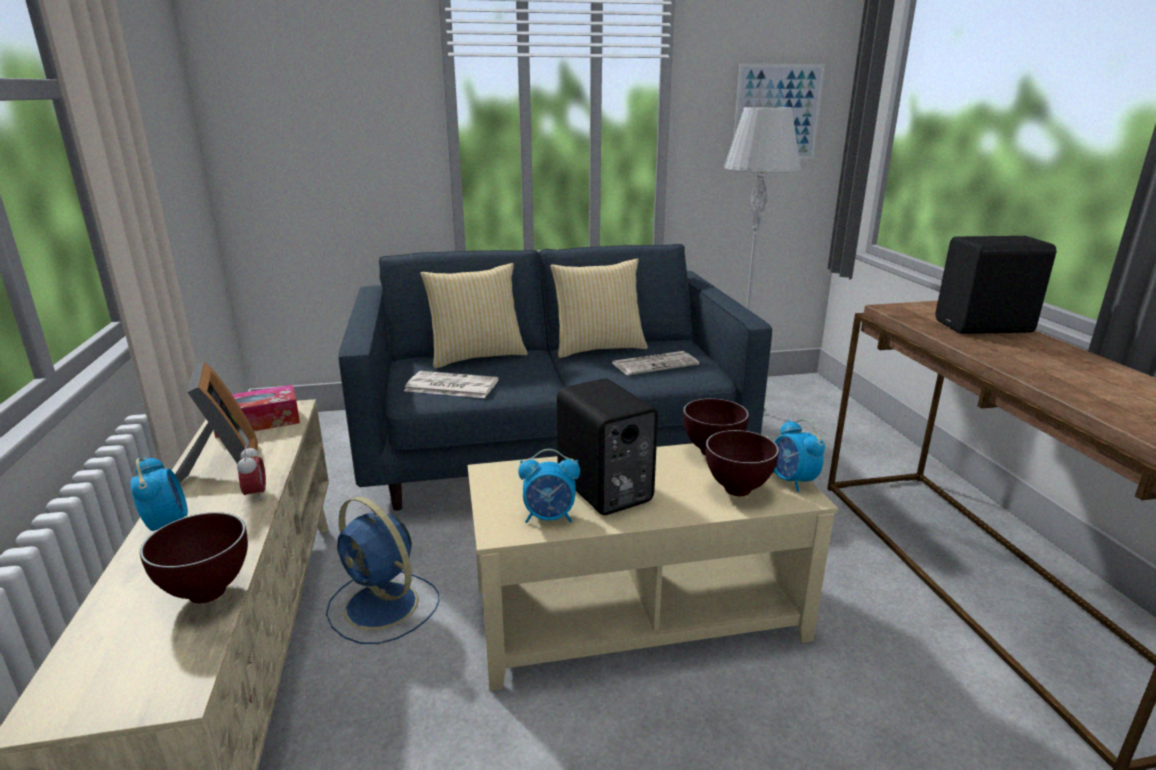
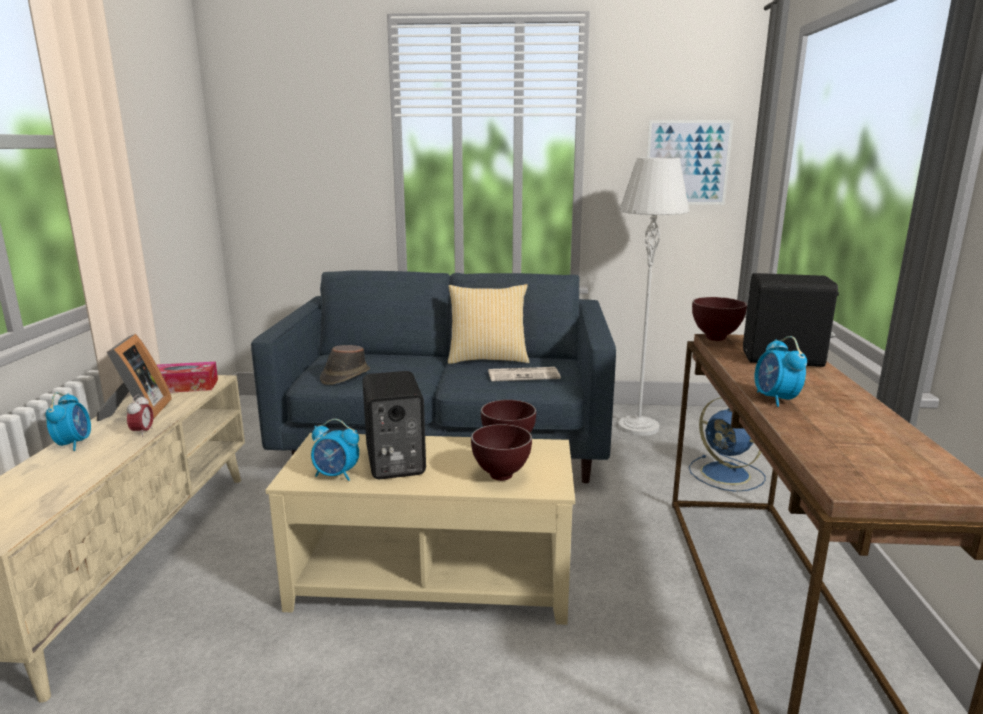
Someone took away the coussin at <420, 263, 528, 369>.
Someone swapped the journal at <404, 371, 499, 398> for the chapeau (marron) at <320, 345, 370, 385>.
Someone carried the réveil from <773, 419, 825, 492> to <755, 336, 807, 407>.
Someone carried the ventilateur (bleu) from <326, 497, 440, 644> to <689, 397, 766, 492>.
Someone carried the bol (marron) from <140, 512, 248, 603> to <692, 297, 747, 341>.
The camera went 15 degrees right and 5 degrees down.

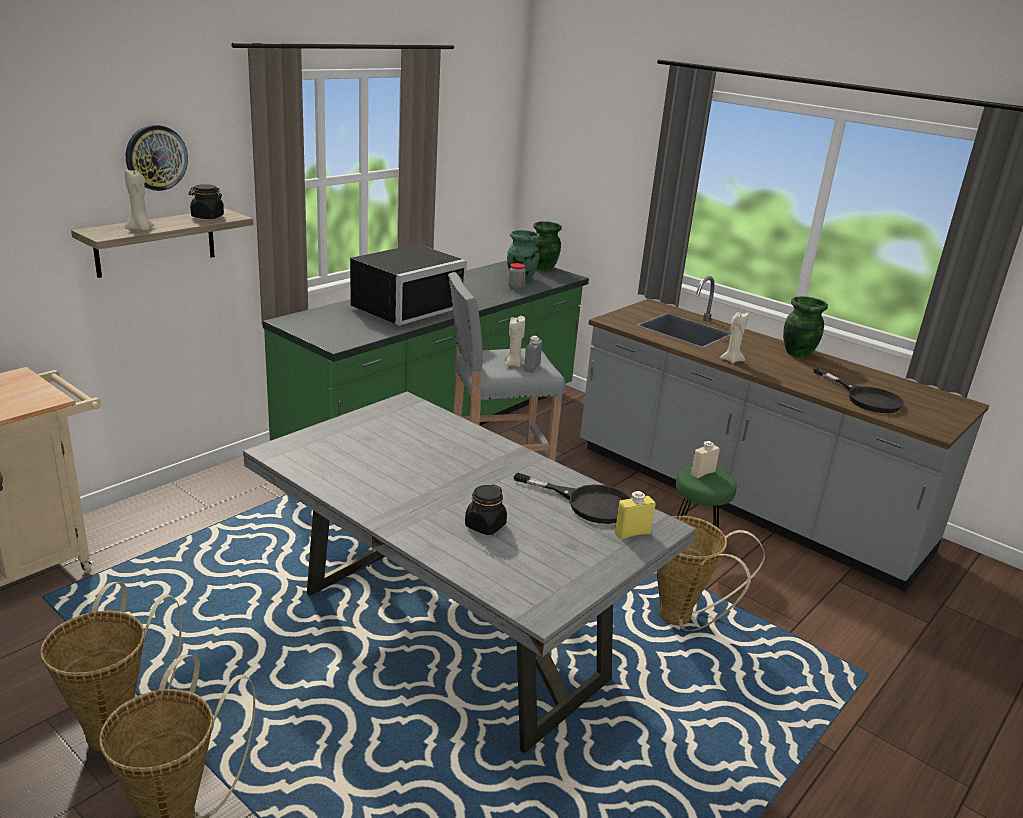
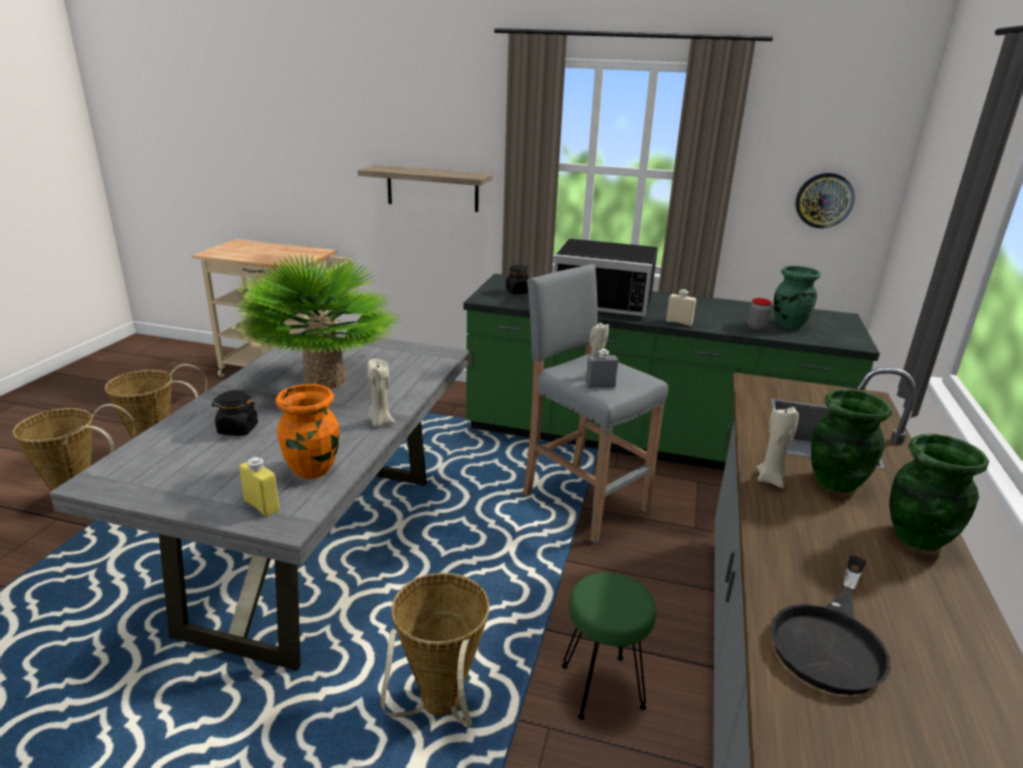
Someone carried the horloge murale from <126, 125, 188, 191> to <795, 173, 855, 228>.
Someone carried the bougie (beige) from <125, 170, 154, 231> to <367, 359, 395, 427>.
Someone carried the bocal (noir) from <189, 184, 224, 219> to <506, 265, 529, 294>.
Someone carried the vase (vert) from <533, 221, 562, 271> to <811, 389, 892, 493>.
Someone carried the bouteille (beige) from <691, 441, 720, 478> to <666, 289, 696, 326>.
Someone swapped the poêle (noir) at <514, 473, 632, 524> for the vase (orange) at <276, 384, 340, 479>.
Someone put down the plante en pot at <235, 252, 400, 389>.
The camera went 65 degrees right and 0 degrees up.

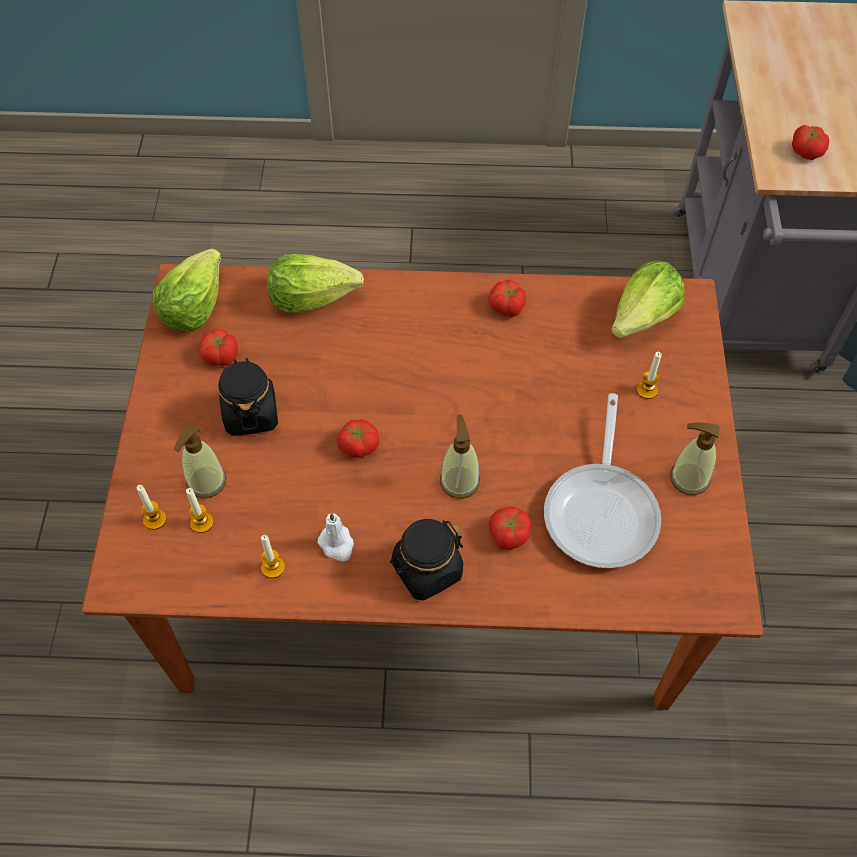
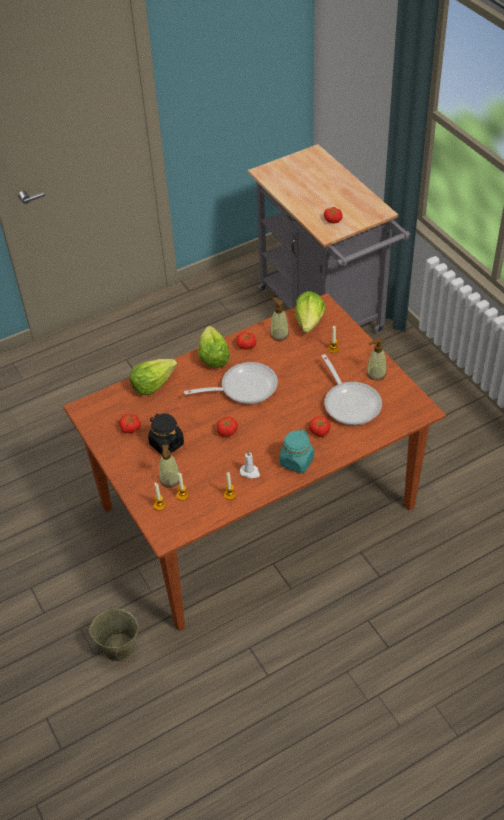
Someone carried the laitue from <152, 249, 221, 332> to <198, 326, 230, 368>.
Someone carried the distributeur de savon from <440, 414, 480, 499> to <270, 297, 289, 341>.
Someone repainted the bocal (noir) at <390, 519, 463, 601>, which became the bocal (turquoise) at <279, 429, 314, 473>.
Someone put down the poêle at <184, 362, 278, 404>.
Someone put down the seau (beige) at <89, 607, 139, 661>.
The camera went 30 degrees left and 10 degrees down.

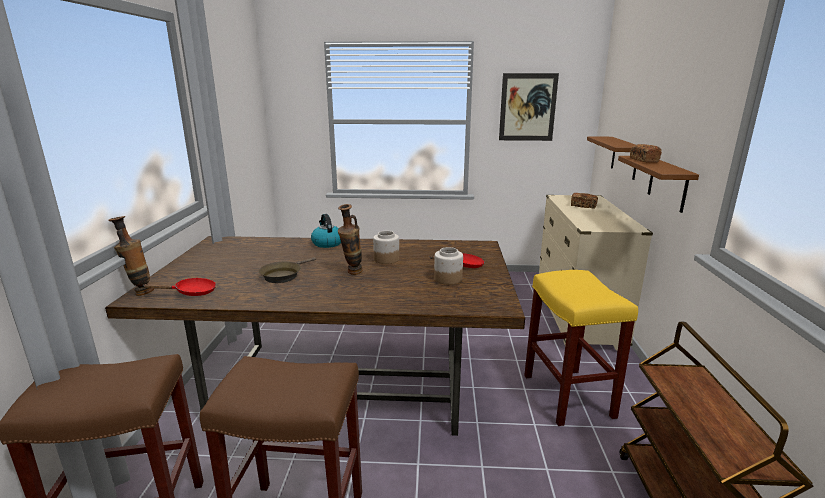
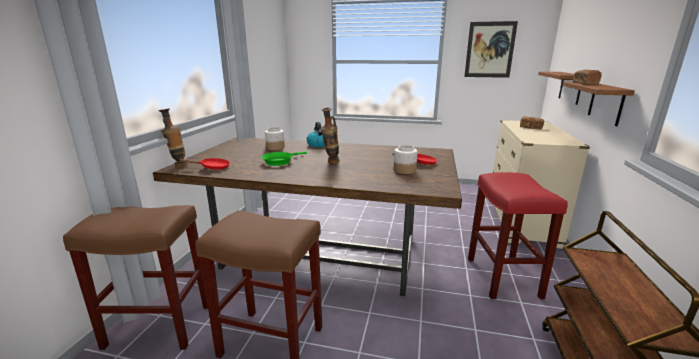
Someone carried the bocal from <373, 231, 399, 264> to <265, 127, 285, 150>.
Someone repainted the poêle (marron) at <258, 257, 316, 283>, which became the poêle (vert) at <262, 152, 307, 166>.
Someone repainted the tabouret (jaune) at <524, 270, 638, 426>, which became the tabouret (rouge) at <468, 172, 568, 299>.
The camera went 10 degrees right and 0 degrees up.

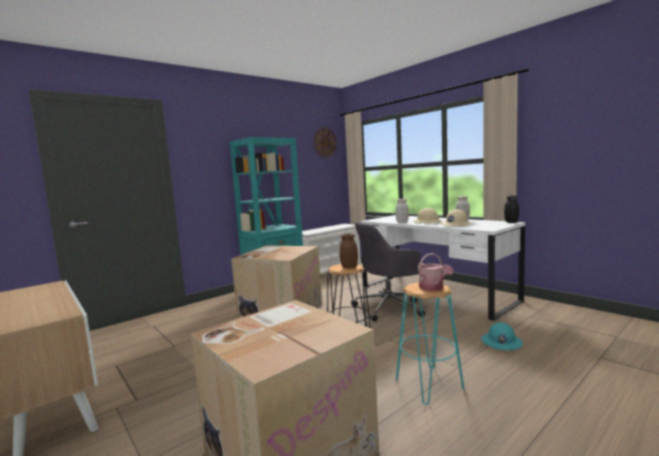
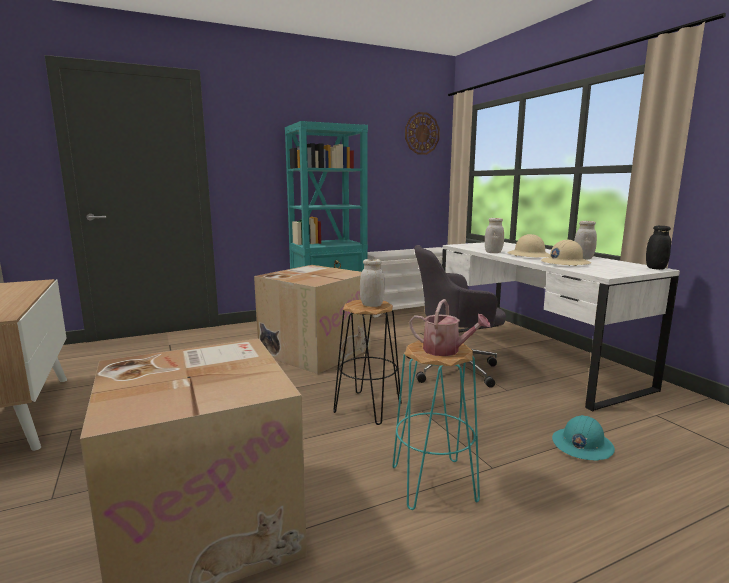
Someone repainted the bocal (marron) at <340, 234, 358, 268>, which became the bocal (blanc) at <360, 259, 385, 307>.
Someone rotated the arrosoir at <418, 253, 453, 291> by 60 degrees counterclockwise.
The camera went 15 degrees right and 5 degrees up.

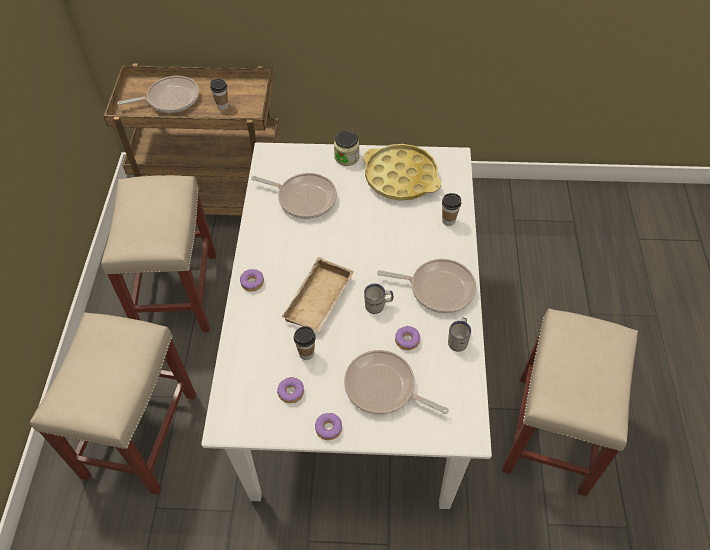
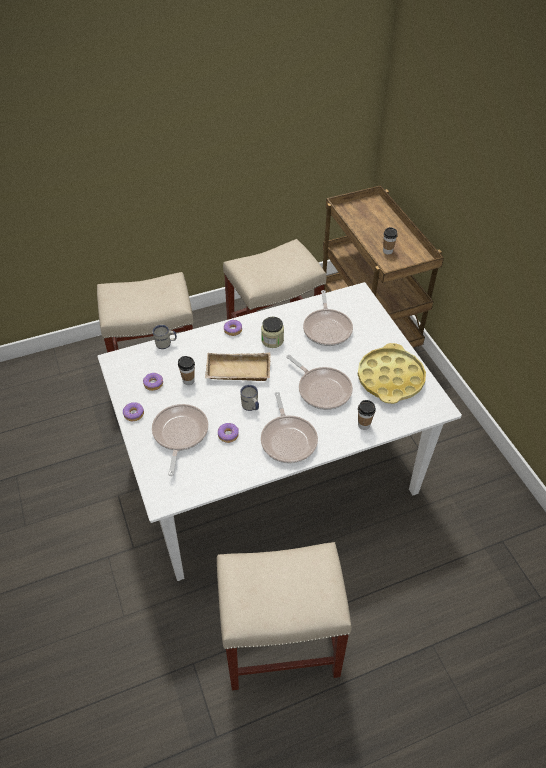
Someone carried the poêle from <117, 76, 199, 113> to <286, 355, 353, 410>.
Someone carried the bocal from <334, 131, 359, 166> to <261, 317, 284, 348>.
Someone carried the mug (blanc) from <448, 318, 471, 352> to <152, 325, 177, 349>.
The camera went 65 degrees right and 5 degrees down.

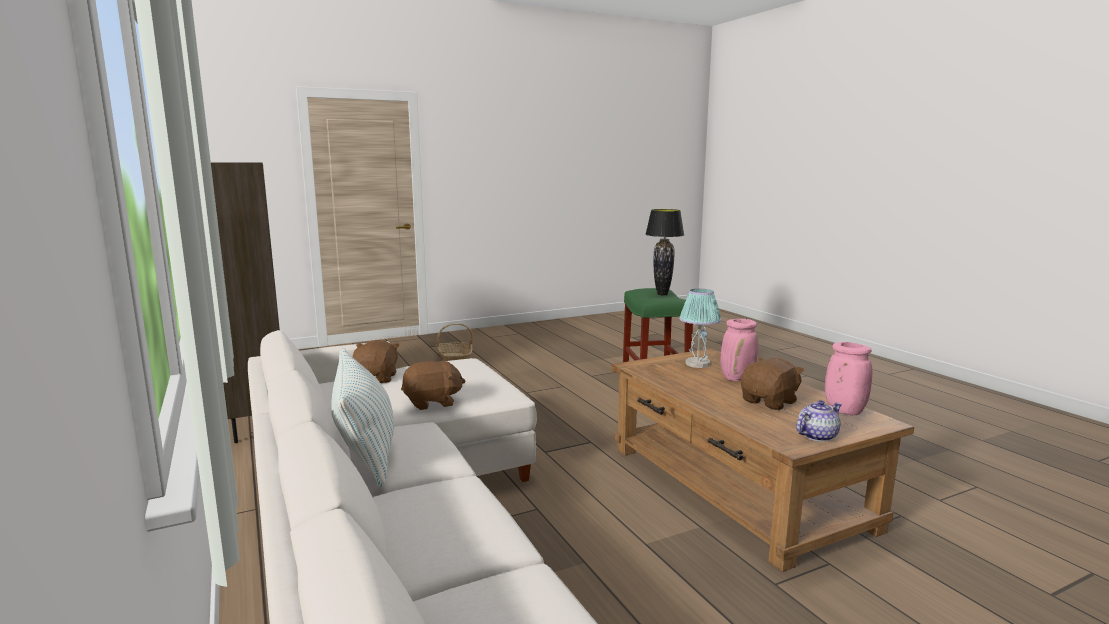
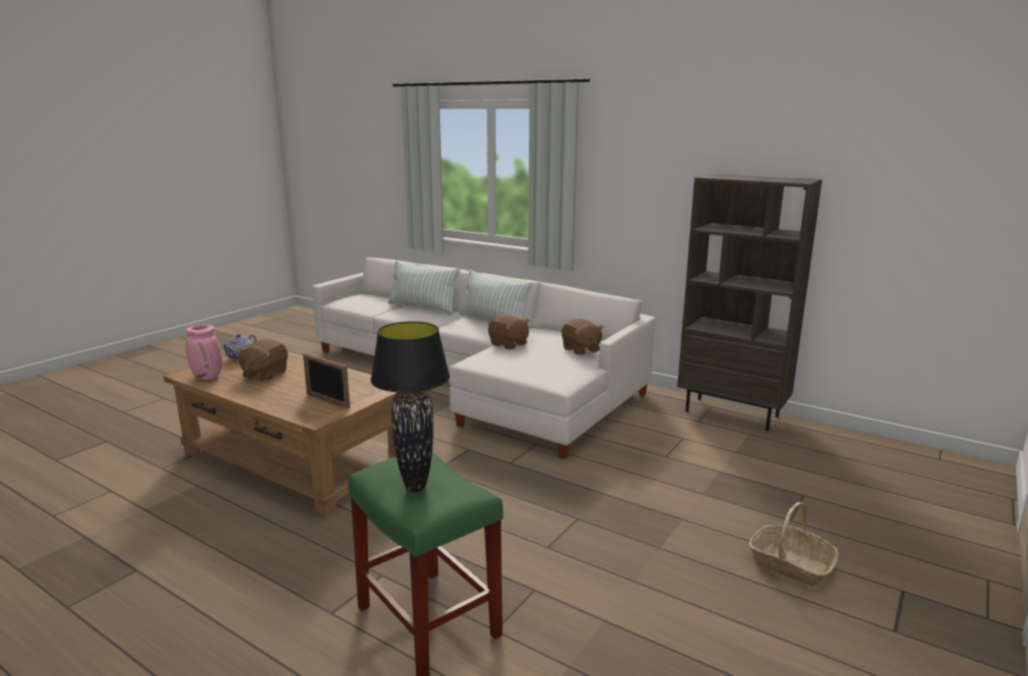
Someone swapped the lampe de table at <679, 289, 721, 368> for the cadre photo at <303, 353, 350, 409>.
Someone took away the vase (rose) at <720, 319, 758, 381>.
Someone rotated the peluche (marron) at <401, 360, 465, 410> by 90 degrees counterclockwise.
Someone put down the coussin at <388, 260, 460, 314>.
The camera went 150 degrees right and 5 degrees up.

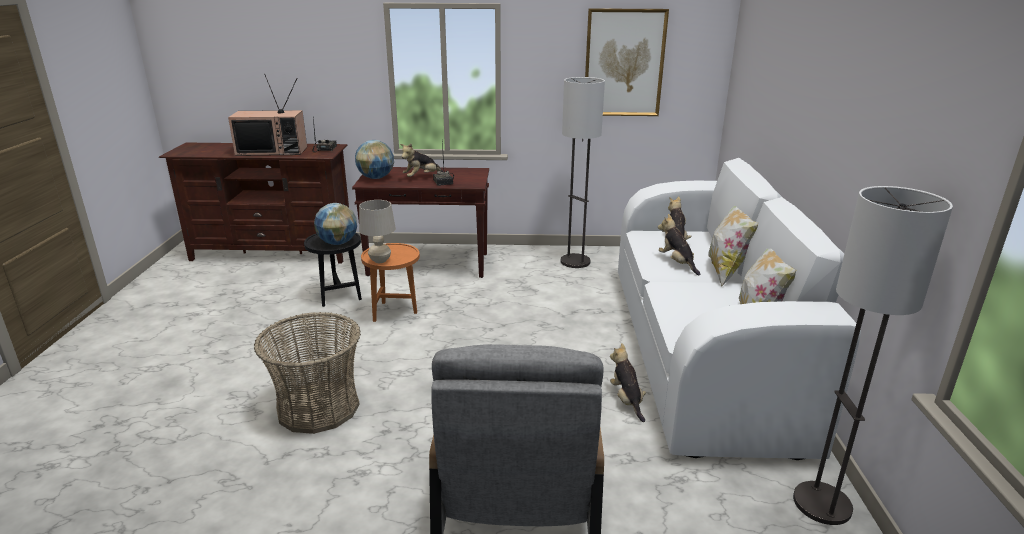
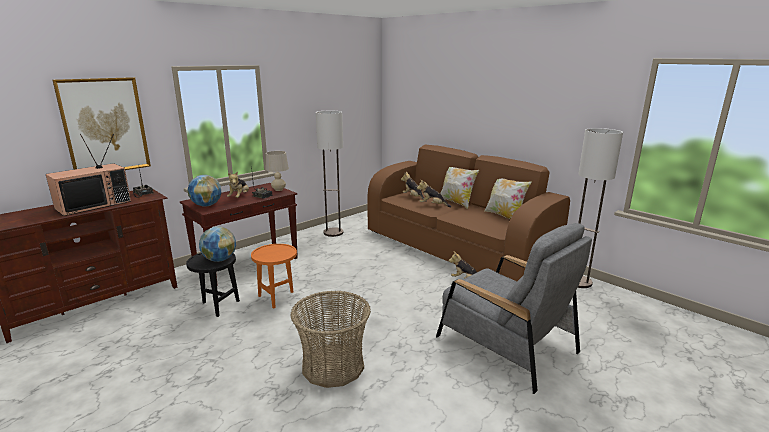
Someone carried the tableau from <585, 8, 669, 116> to <52, 77, 151, 170>.
Someone repainted the canapé (blanc) at <618, 158, 861, 460>, which became the canapé (marron) at <367, 145, 570, 281>.
Someone carried the lampe de table (beige) from <359, 200, 396, 263> to <266, 151, 289, 191>.
The camera went 45 degrees left and 5 degrees down.

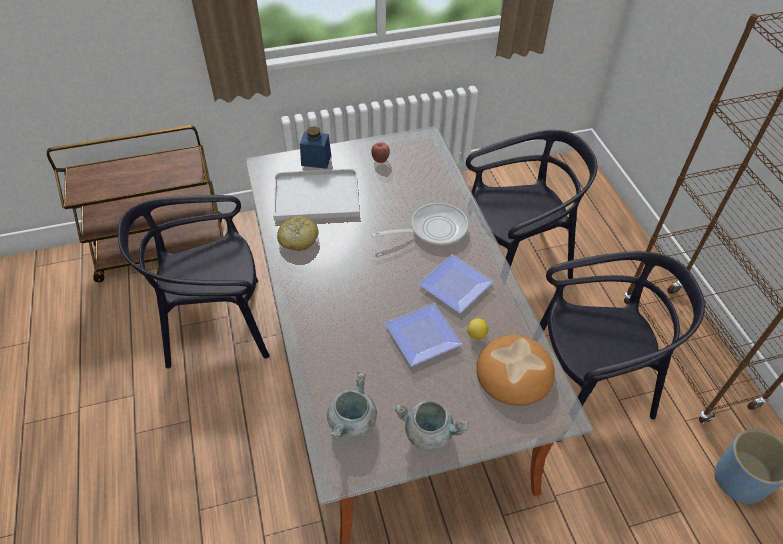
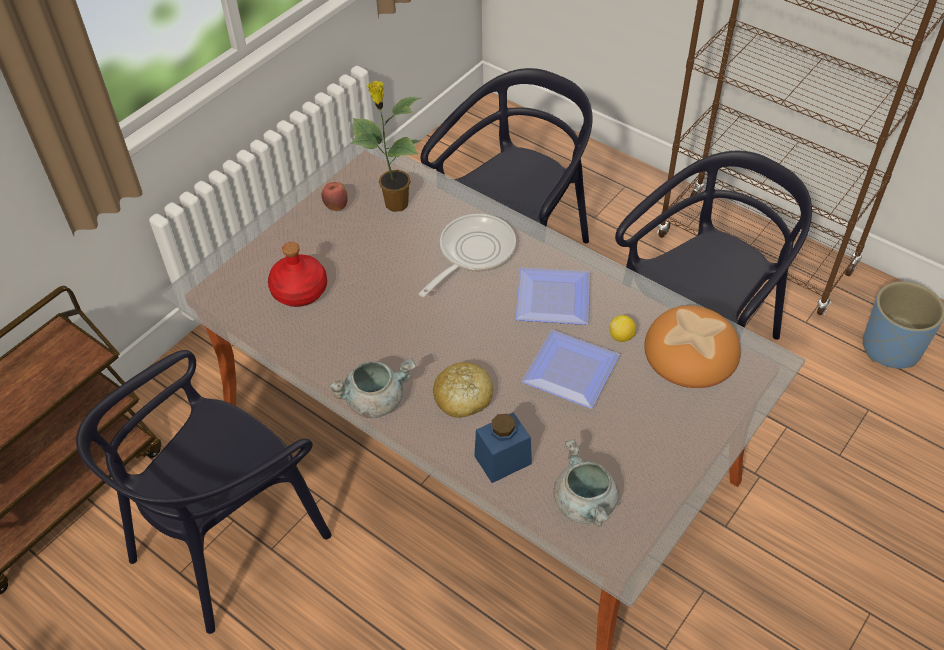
Someone carried the bocal (bleu) from <300, 126, 331, 169> to <474, 412, 532, 483>.
Someone swapped the plateau (blanc) at <273, 168, 360, 221> for the bouteille (rouge) at <268, 242, 327, 307>.
Someone carried the pain from <277, 216, 319, 251> to <433, 362, 493, 418>.
Someone carried the marmite (gris) from <395, 401, 469, 450> to <329, 358, 416, 418>.
Someone put down the plante en pot at <350, 81, 422, 212>.
The camera went 35 degrees left and 0 degrees up.

